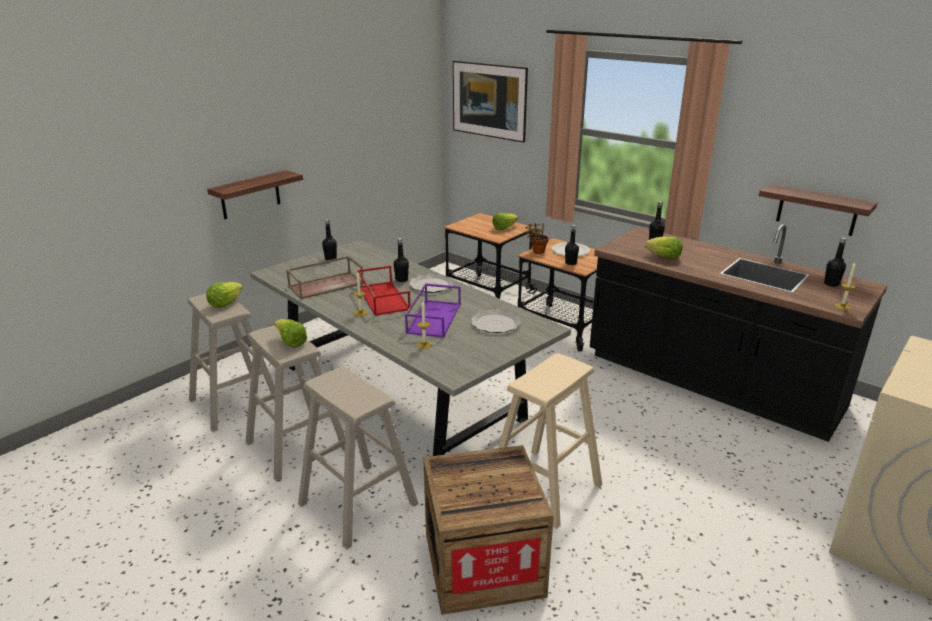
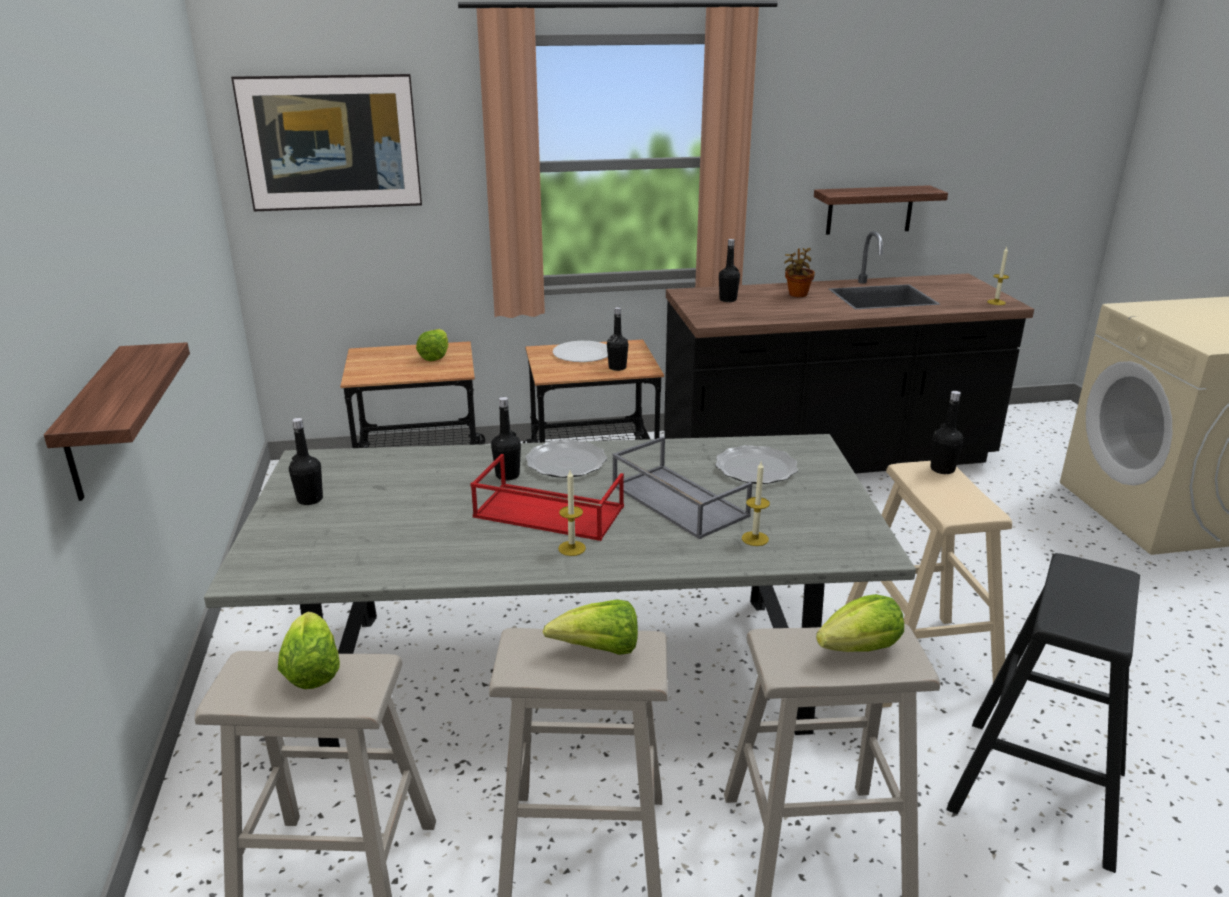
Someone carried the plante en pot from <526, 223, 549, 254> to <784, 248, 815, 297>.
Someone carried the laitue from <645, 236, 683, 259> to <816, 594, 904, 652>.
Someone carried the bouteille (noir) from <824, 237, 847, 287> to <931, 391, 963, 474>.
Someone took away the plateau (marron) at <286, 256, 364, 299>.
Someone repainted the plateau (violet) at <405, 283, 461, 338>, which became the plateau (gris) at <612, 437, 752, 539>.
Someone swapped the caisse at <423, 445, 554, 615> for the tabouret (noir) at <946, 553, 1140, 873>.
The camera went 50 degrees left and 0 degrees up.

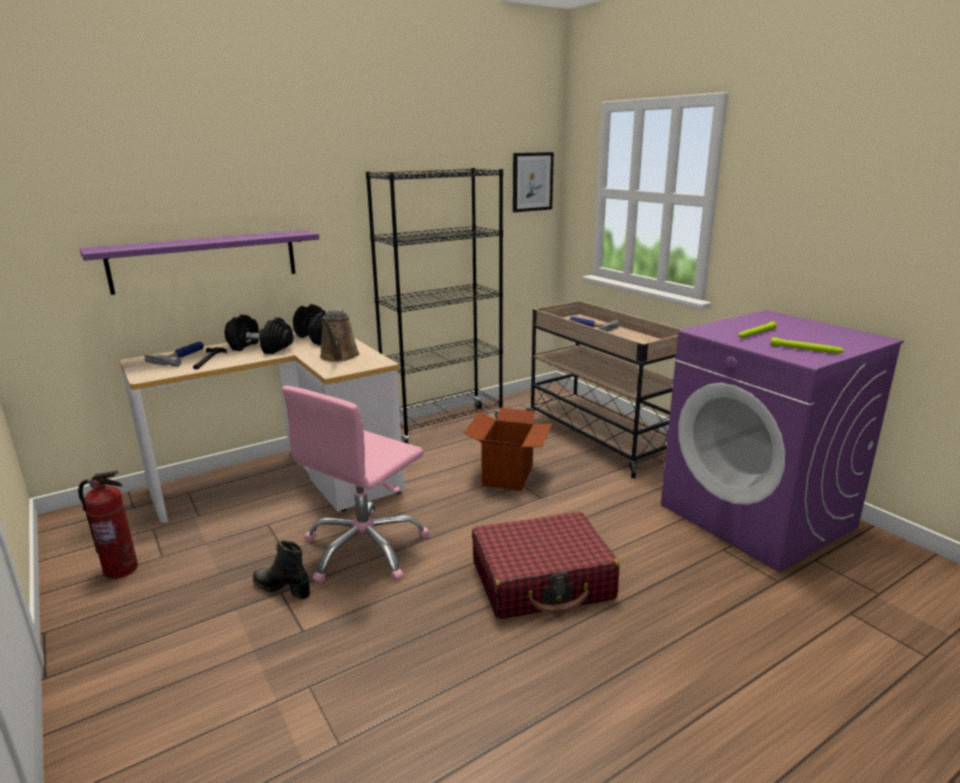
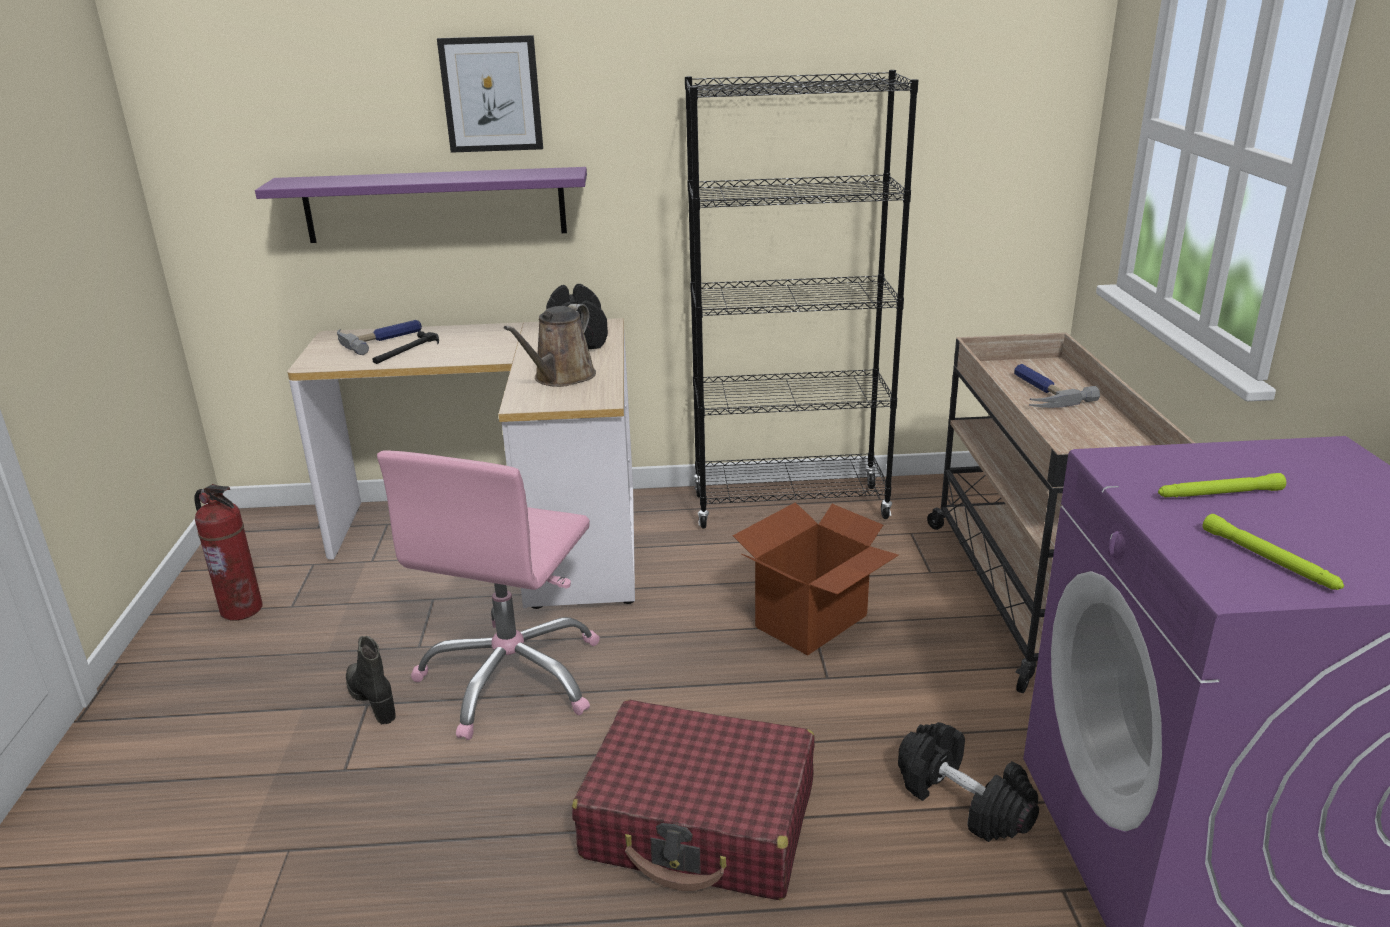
Someone carried the tableau from <513, 152, 554, 212> to <437, 35, 543, 153>.
Someone carried the haltère (noir) from <224, 315, 294, 354> to <898, 722, 1039, 842>.
Someone rotated the chaise de bureau (rose) at <282, 386, 429, 584> by 45 degrees counterclockwise.
The camera went 30 degrees right and 5 degrees up.

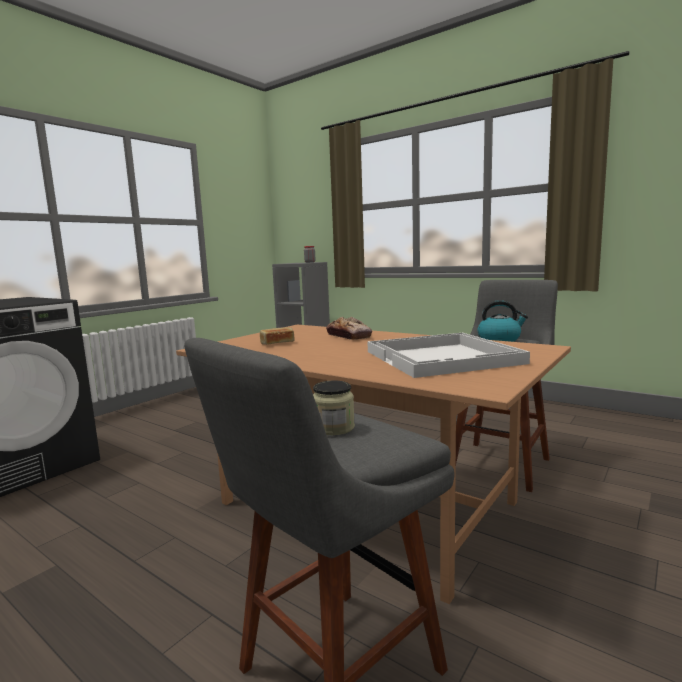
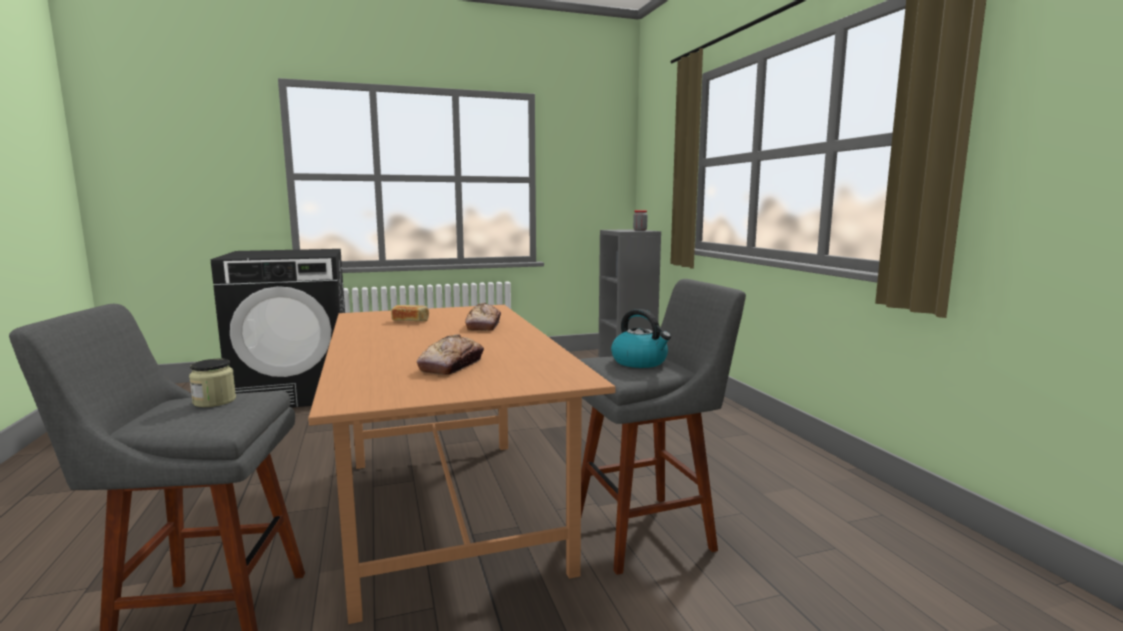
Someone swapped the plateau (blanc) at <367, 333, 530, 378> for the pain at <417, 334, 484, 375>.
The camera went 35 degrees right and 0 degrees up.

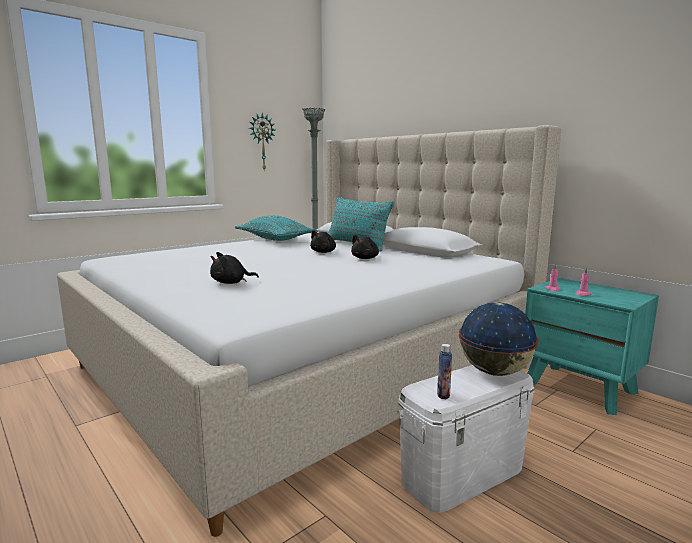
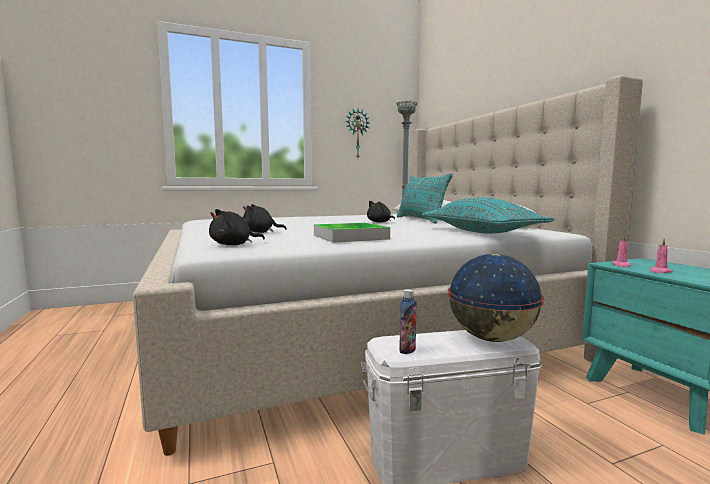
Someone carried the coussin (turquoise) from <235, 215, 317, 241> to <422, 197, 555, 234>.
Someone carried the peluche (noir) from <351, 235, 379, 259> to <209, 209, 265, 245>.
Someone put down the plateau at <314, 223, 390, 243>.
The camera went 20 degrees right and 5 degrees down.

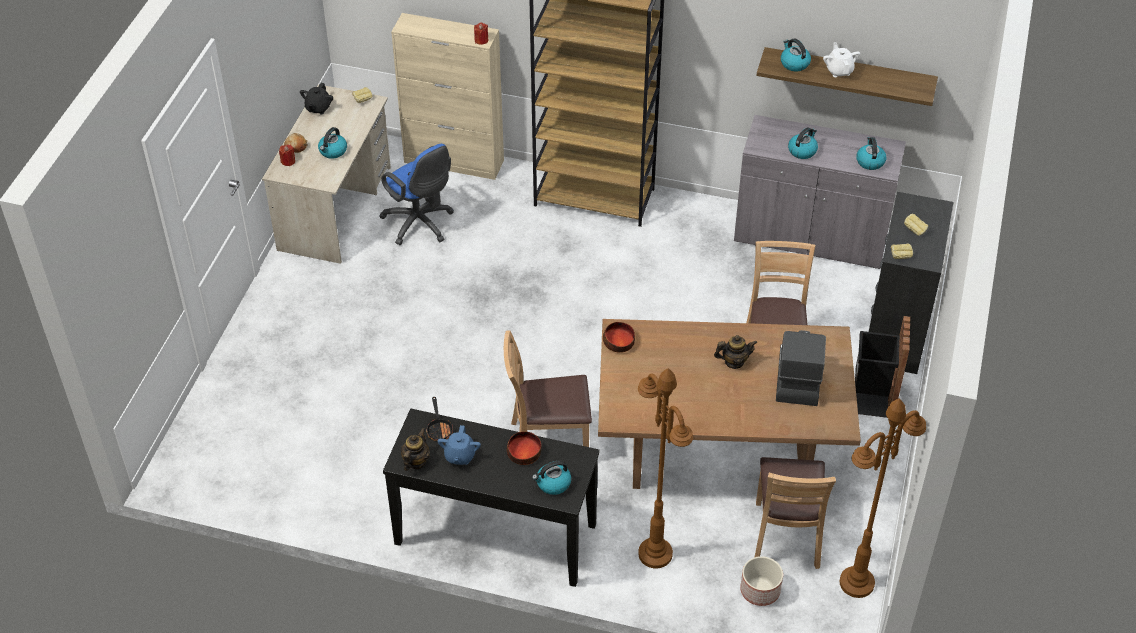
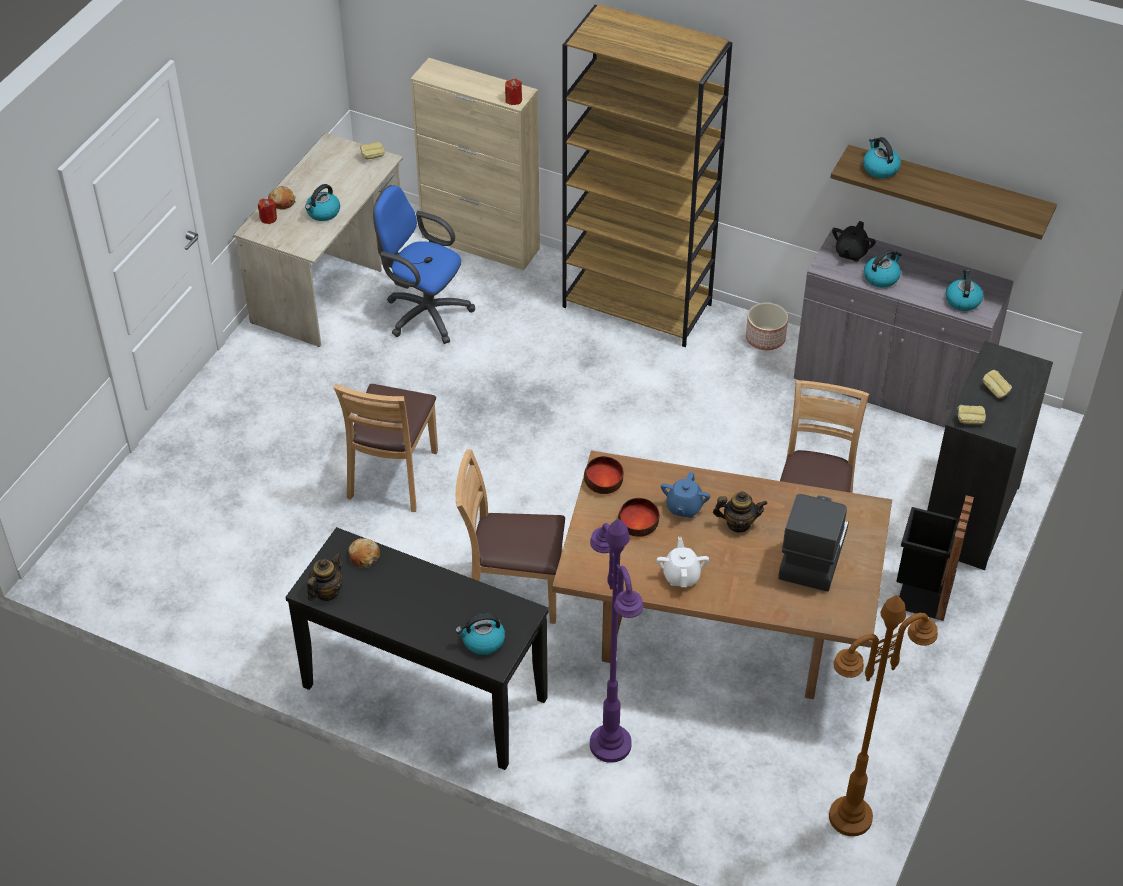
Someone carried the théière (blanc) from <823, 42, 860, 77> to <656, 537, 709, 587>.
Someone carried the théière (noir) from <300, 83, 333, 114> to <832, 221, 876, 262>.
Someone rotated the chaise de bureau (bleu) at <379, 144, 454, 245> by 150 degrees clockwise.
Someone repainted the lampadaire (marron) at <638, 368, 693, 568>, which became the lampadaire (violet) at <590, 519, 643, 763>.
Someone swapped the poêle at <426, 397, 453, 441> for the pain at <349, 538, 380, 568>.
Someone carried the théière (bleu) from <437, 425, 481, 465> to <661, 472, 710, 518>.
Someone carried the bol from <507, 431, 542, 465> to <618, 498, 659, 537>.
Someone carried the chaise (marron) from <754, 457, 836, 569> to <333, 384, 438, 512>.
Someone carried the cache-pot from <740, 556, 783, 606> to <746, 303, 788, 350>.
The camera went 10 degrees right and 0 degrees up.

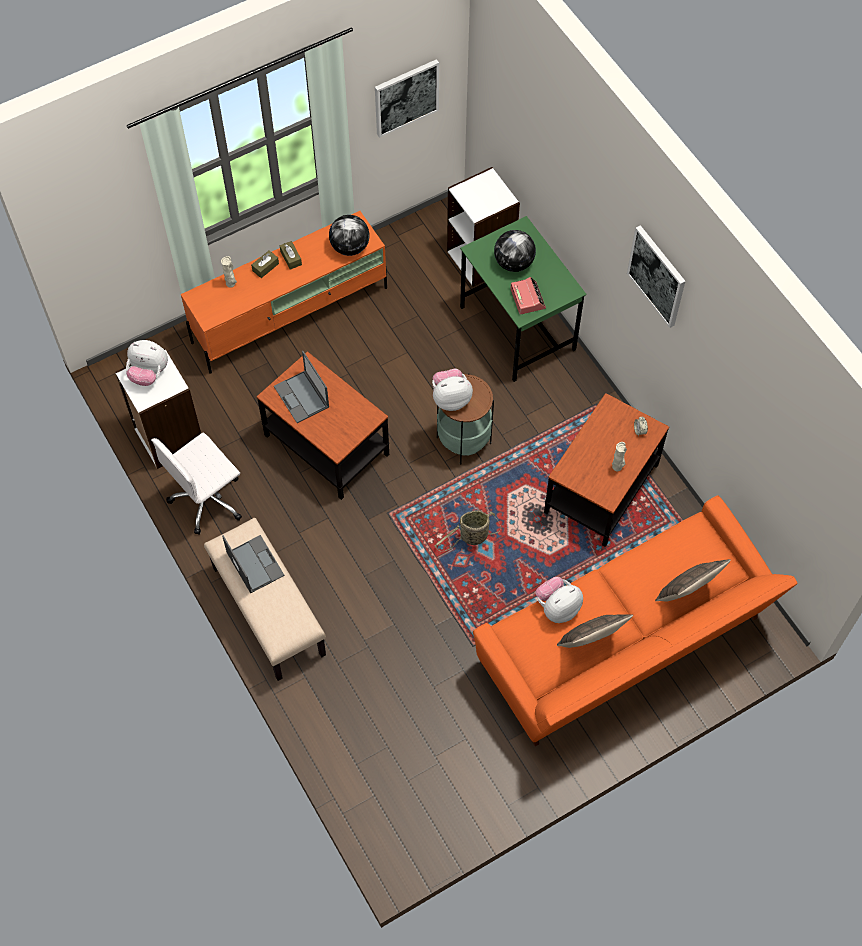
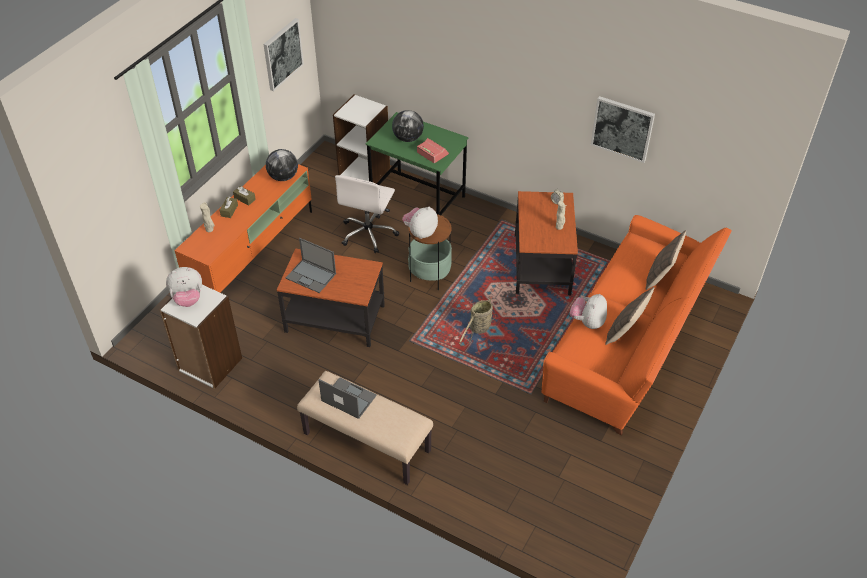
Someone carried the tableau from <627, 225, 685, 328> to <591, 96, 655, 163>.
Someone carried the chaise de bureau (blanc) from <151, 433, 242, 535> to <335, 175, 399, 253>.
The camera went 30 degrees left and 15 degrees down.

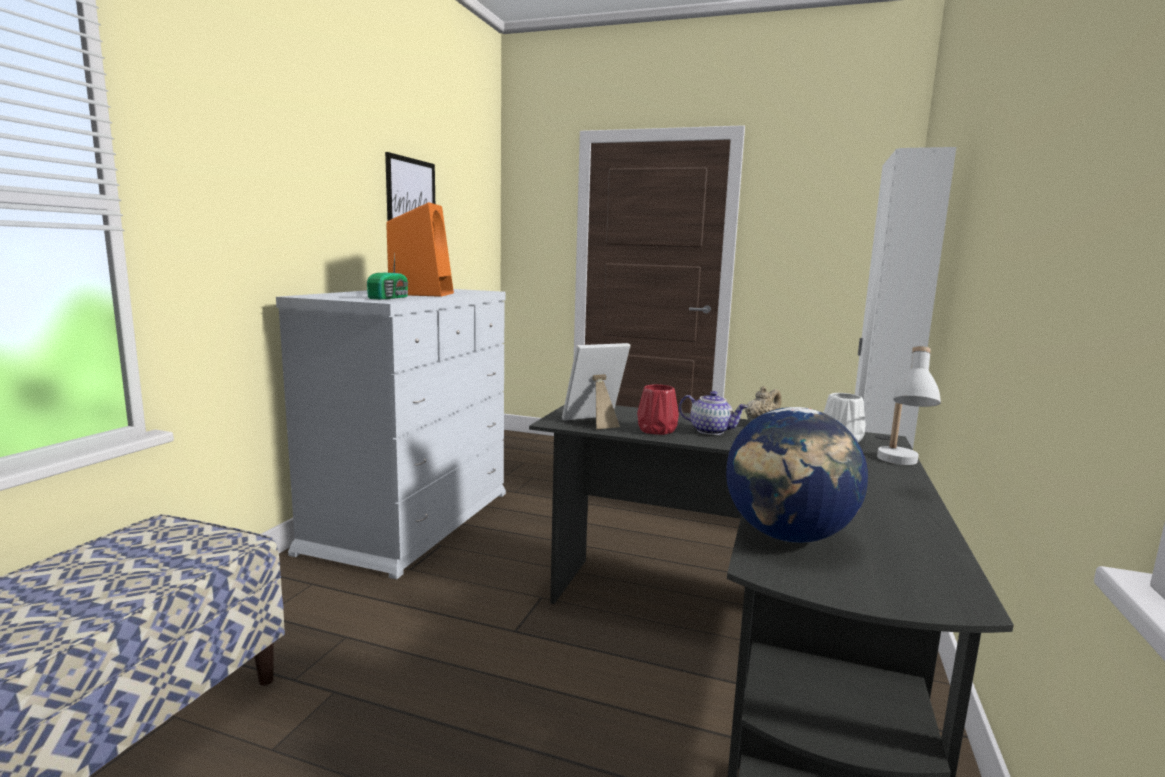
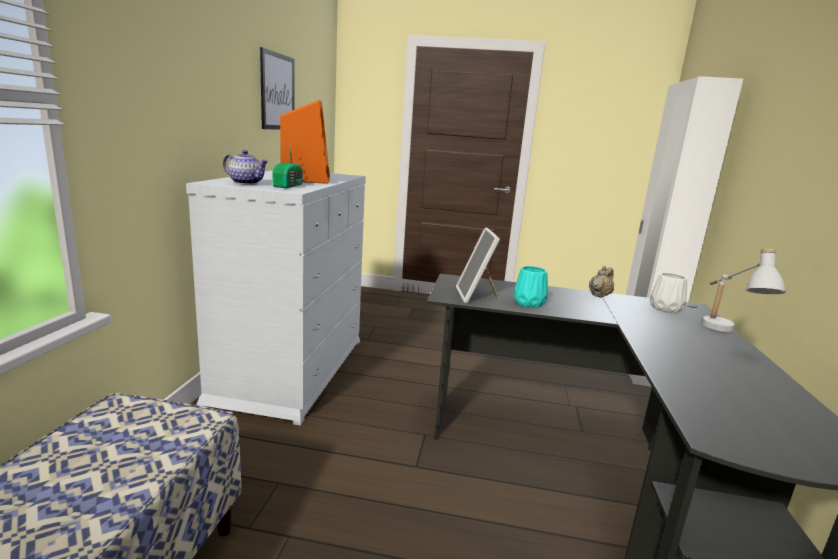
Someone rotated the cadre photo at <562, 343, 631, 430> by 60 degrees counterclockwise.
Someone repainted the vase (rouge) at <637, 384, 679, 435>, which became the vase (turquoise) at <514, 266, 548, 308>.
Someone carried the théière from <679, 391, 748, 435> to <223, 150, 269, 185>.
Someone took away the globe at <726, 407, 868, 543>.
The camera went 10 degrees left and 5 degrees up.

